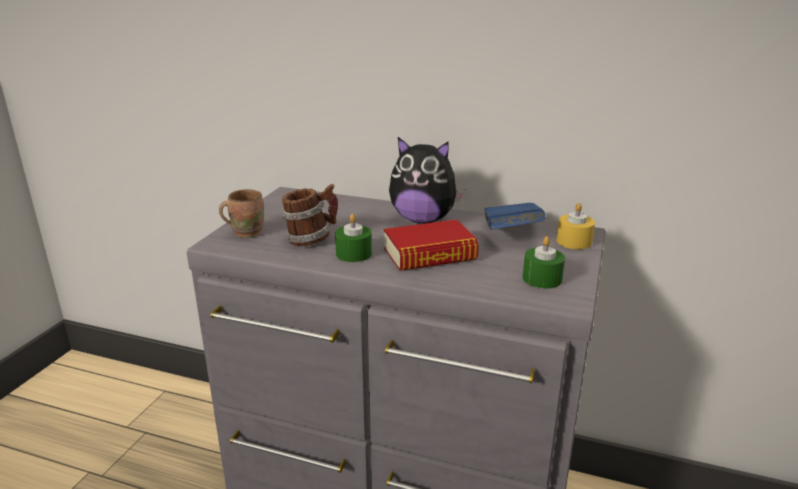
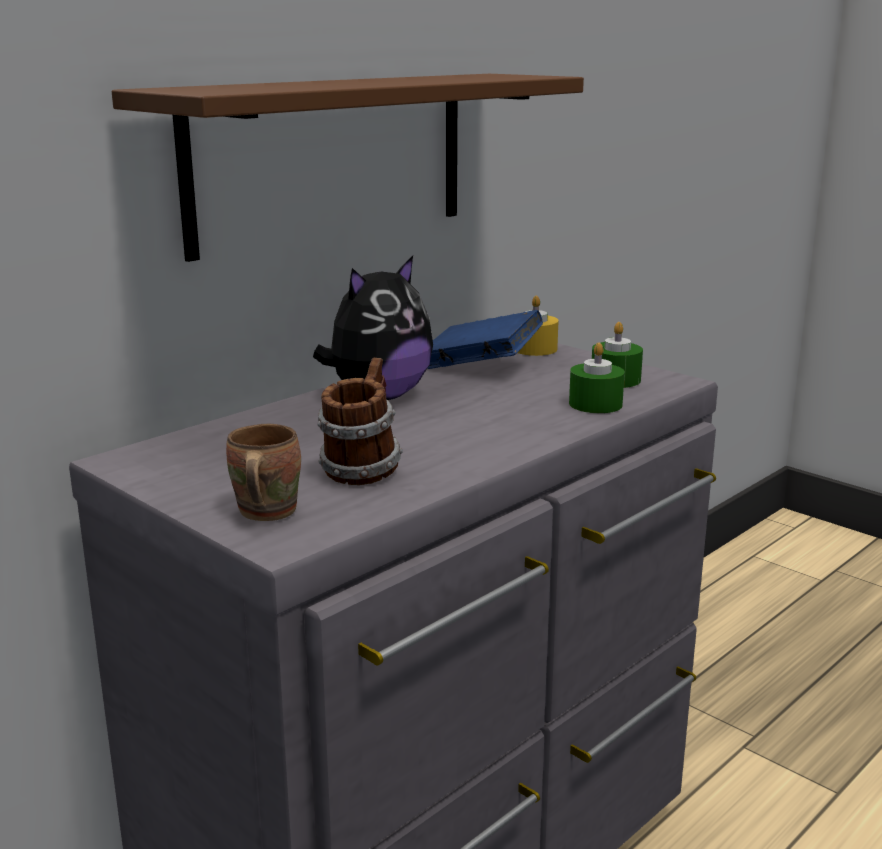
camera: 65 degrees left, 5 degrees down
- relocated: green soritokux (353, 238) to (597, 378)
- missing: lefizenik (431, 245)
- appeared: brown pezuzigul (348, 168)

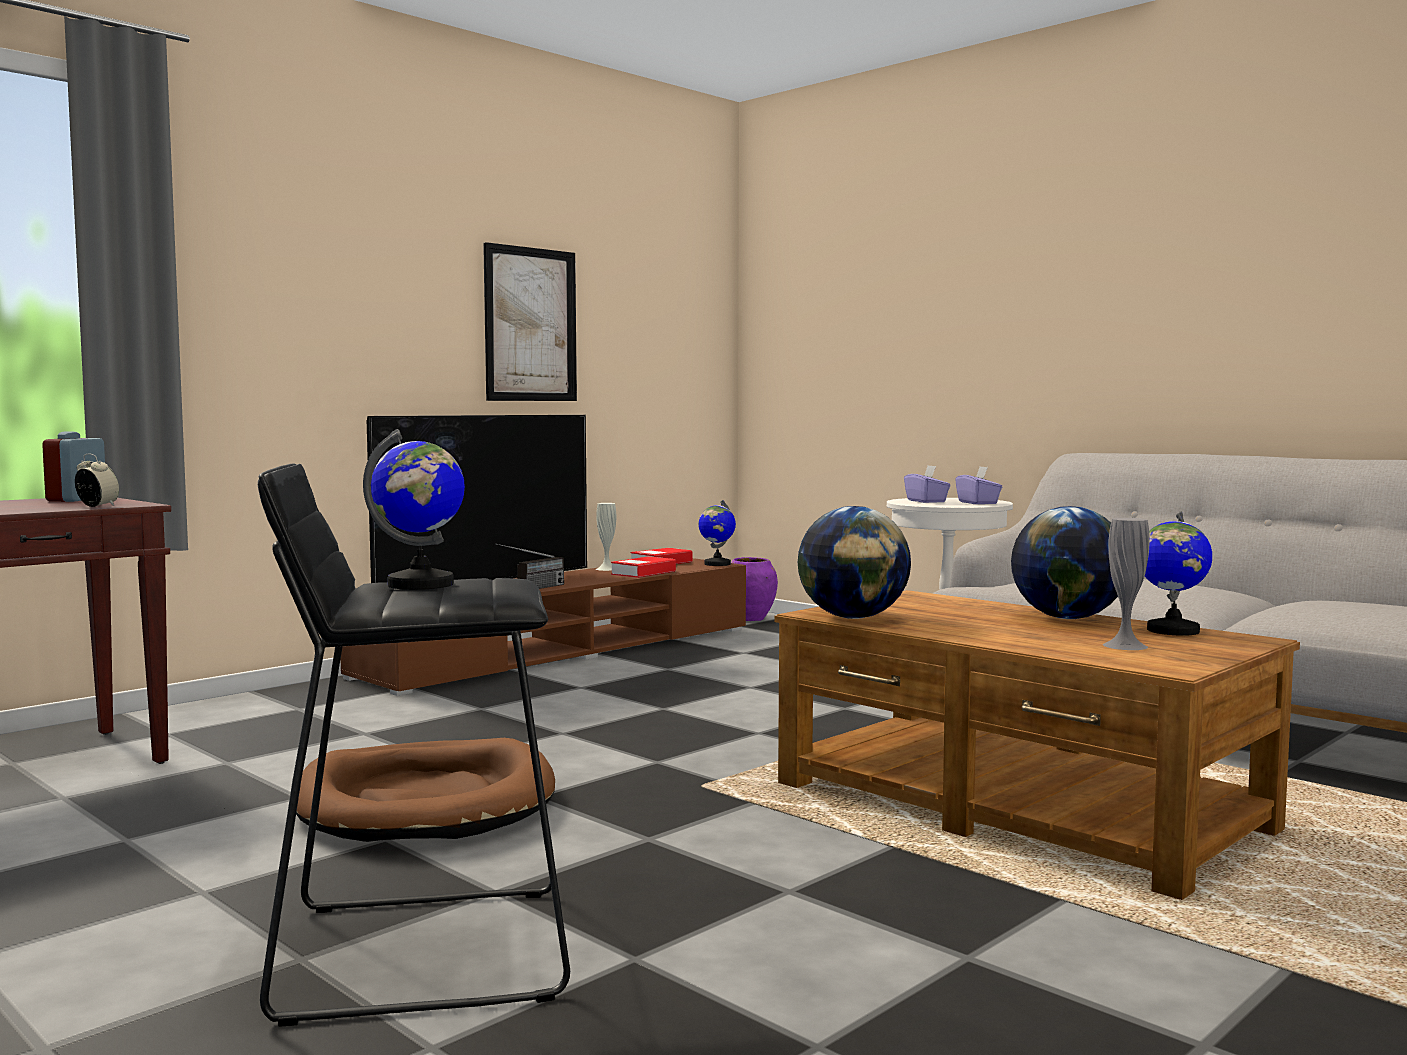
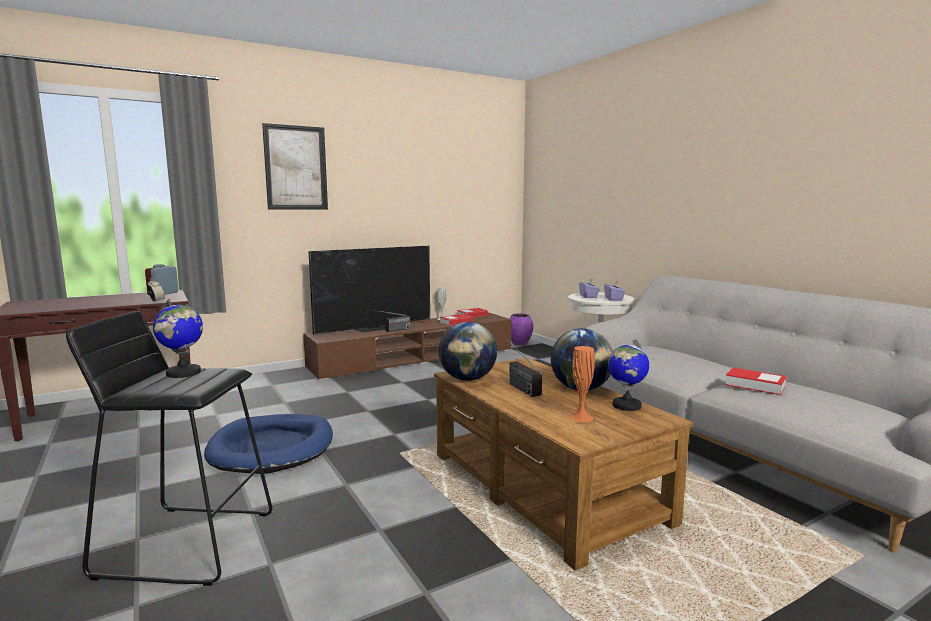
camera: 15 degrees right, 5 degrees up
- colour: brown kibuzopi (425, 790) to blue kibuzopi (268, 444)
- relocated: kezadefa (530, 321) to (295, 166)
- missing: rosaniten (717, 533)
- colour: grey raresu (1126, 584) to orange raresu (582, 384)
- appeared: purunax (524, 368)
- appeared: lefizenik (756, 381)

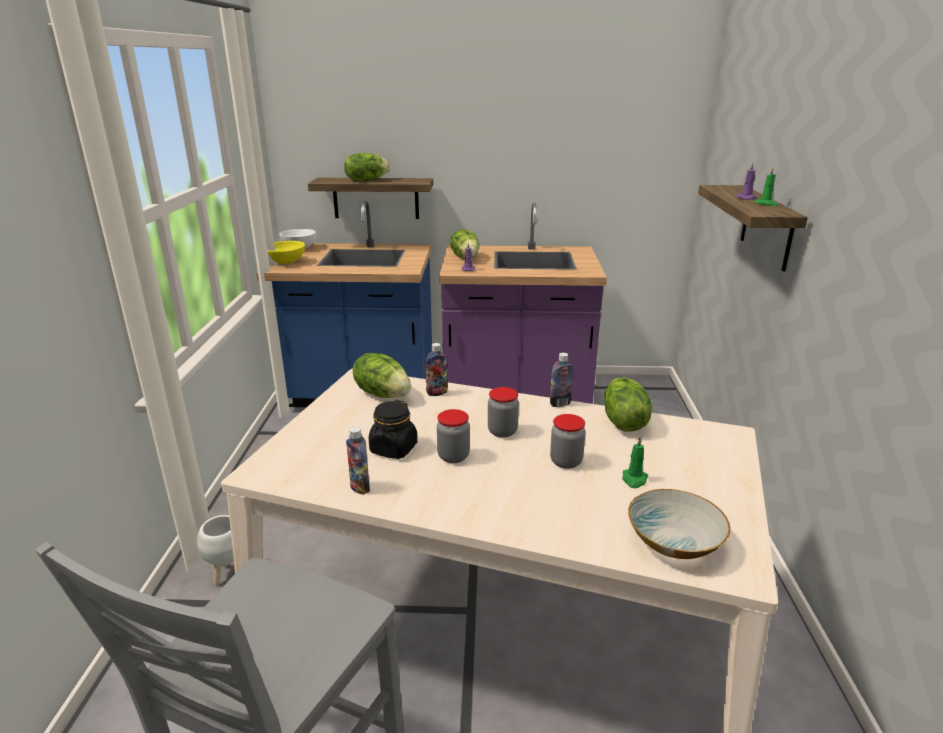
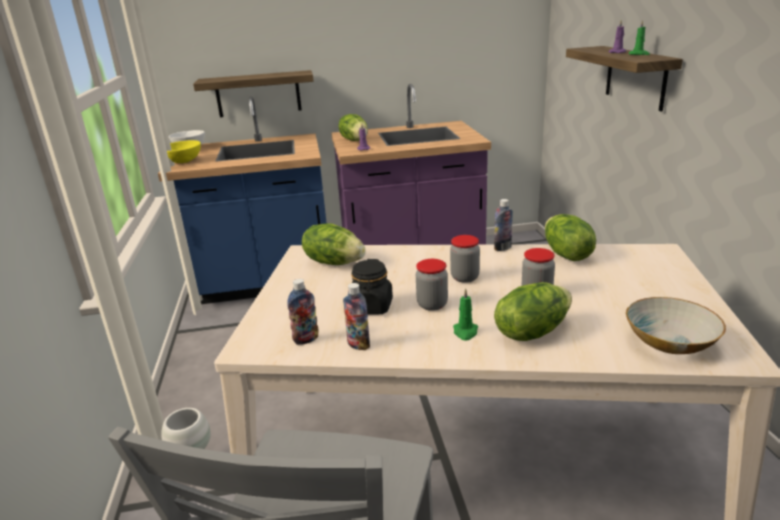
camera: 10 degrees left, 0 degrees up
- relocated: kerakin (367, 167) to (533, 311)
- relocated: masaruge (436, 369) to (302, 312)
- relocated: green soritokux (635, 462) to (465, 314)

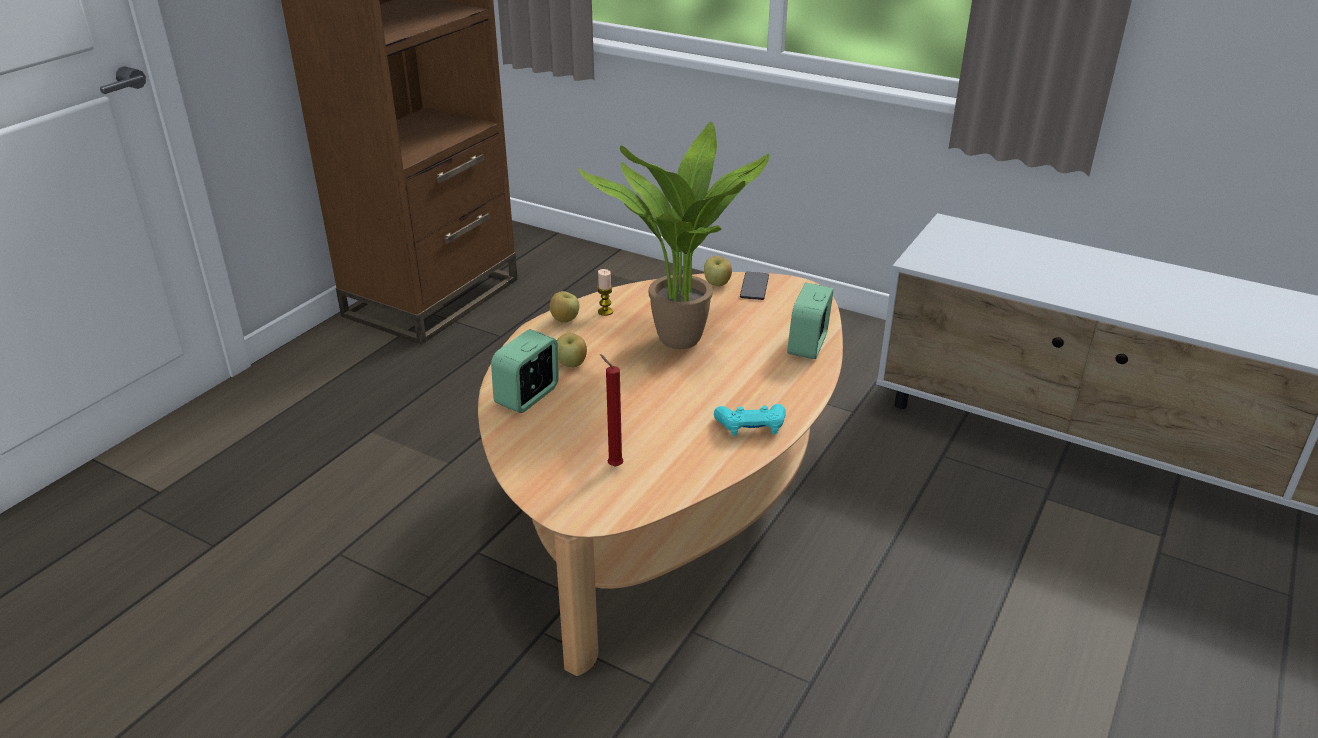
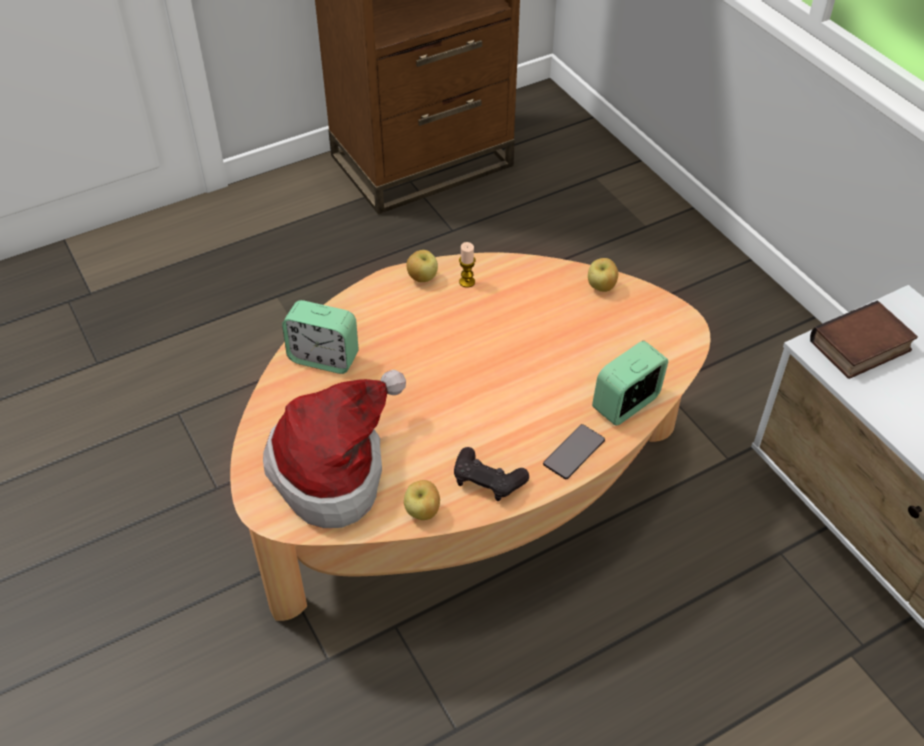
camera: 30 degrees right, 15 degrees up
- spun: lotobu (525, 371) = (320, 337) 135 degrees counterclockwise
- relocated: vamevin (572, 350) to (422, 500)
- missing: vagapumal (674, 235)
- exchanged: red soritokux (611, 410) to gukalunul (334, 449)
- colour: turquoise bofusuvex (750, 420) to black bofusuvex (491, 474)
- relocated: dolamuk (754, 286) to (574, 451)
- appeared: lefizenik (864, 339)

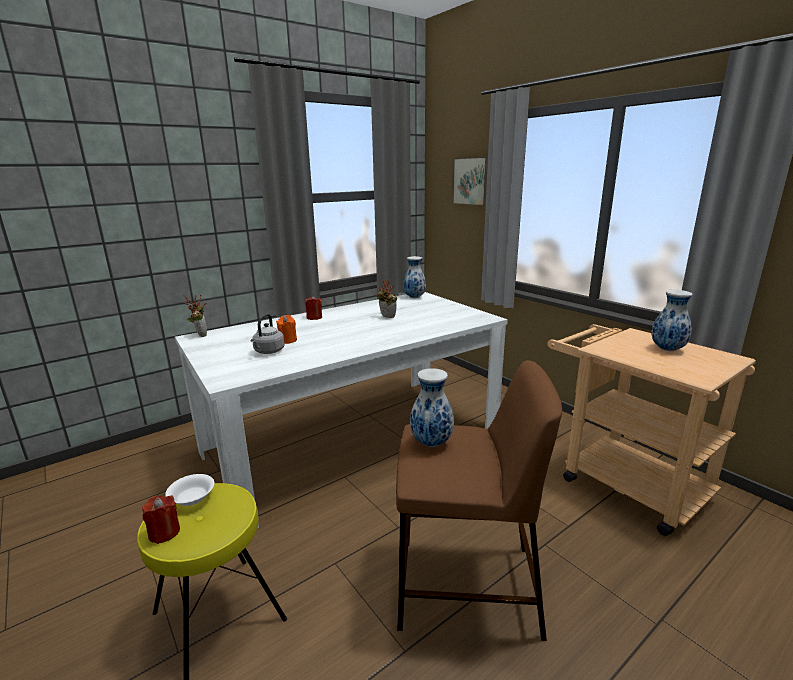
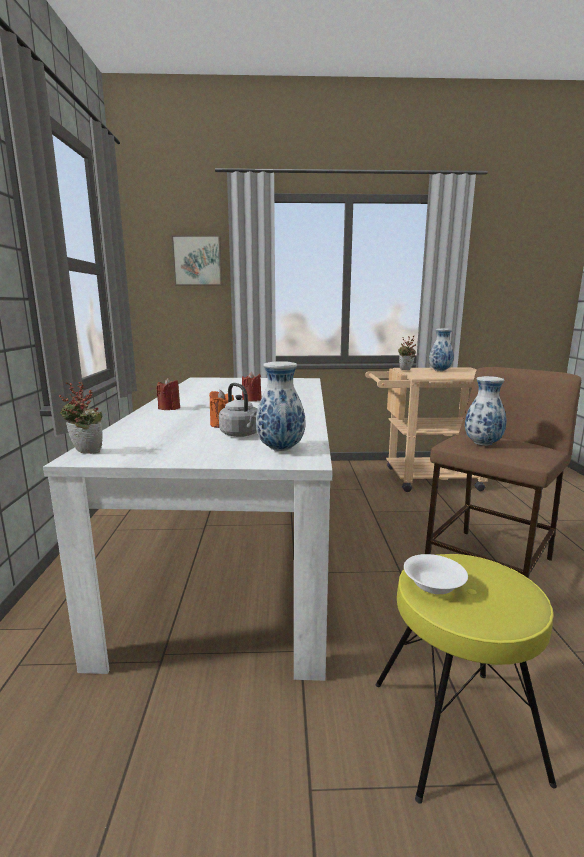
camera: 55 degrees left, 5 degrees down
- relocated: red soritokux (161, 519) to (251, 387)
- relocated: vagapumal (386, 299) to (407, 353)
- relocated: raresu (414, 277) to (280, 406)

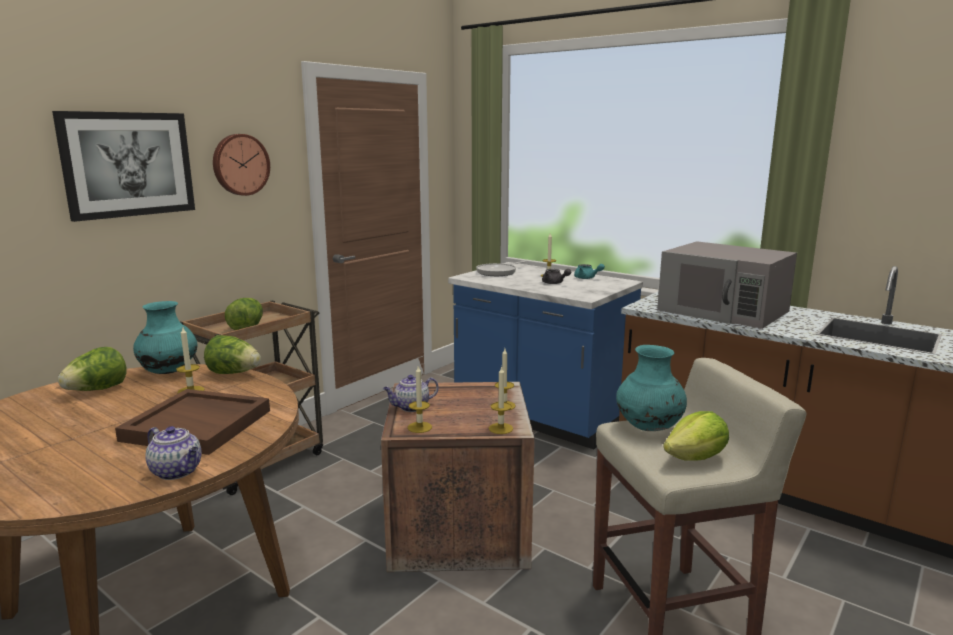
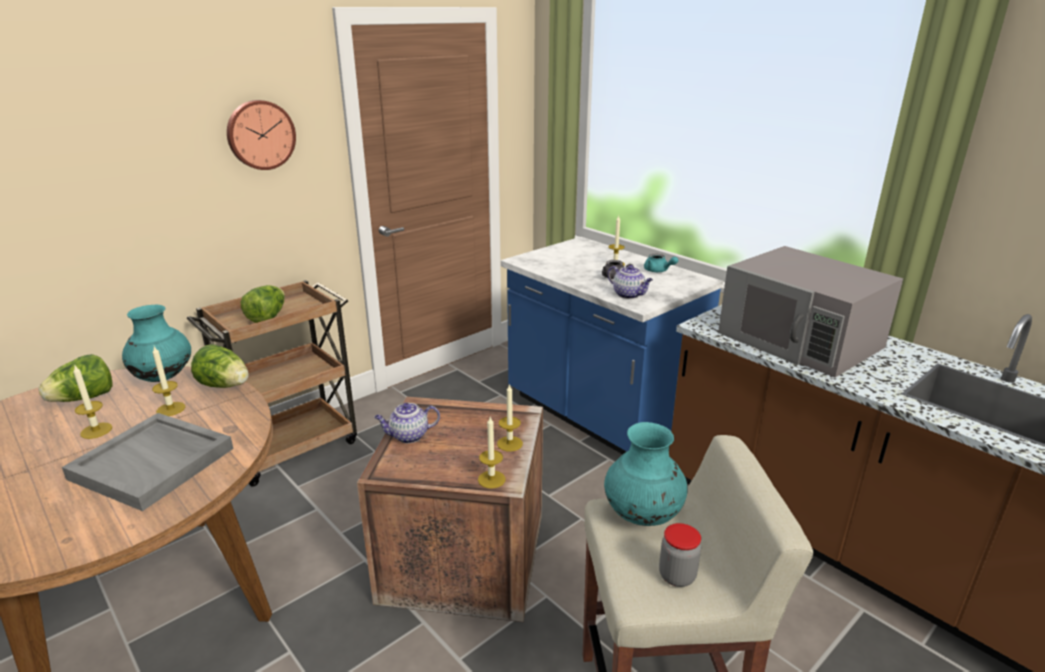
camera: 10 degrees right, 10 degrees up
- missing: kezadefa (123, 166)
- colour: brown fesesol (192, 422) to grey fesesol (148, 462)
- relocated: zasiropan (174, 453) to (630, 282)
- relocated: soritokux (420, 399) to (92, 401)
- missing: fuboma (501, 268)
- exchanged: kerakin (696, 436) to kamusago (680, 555)

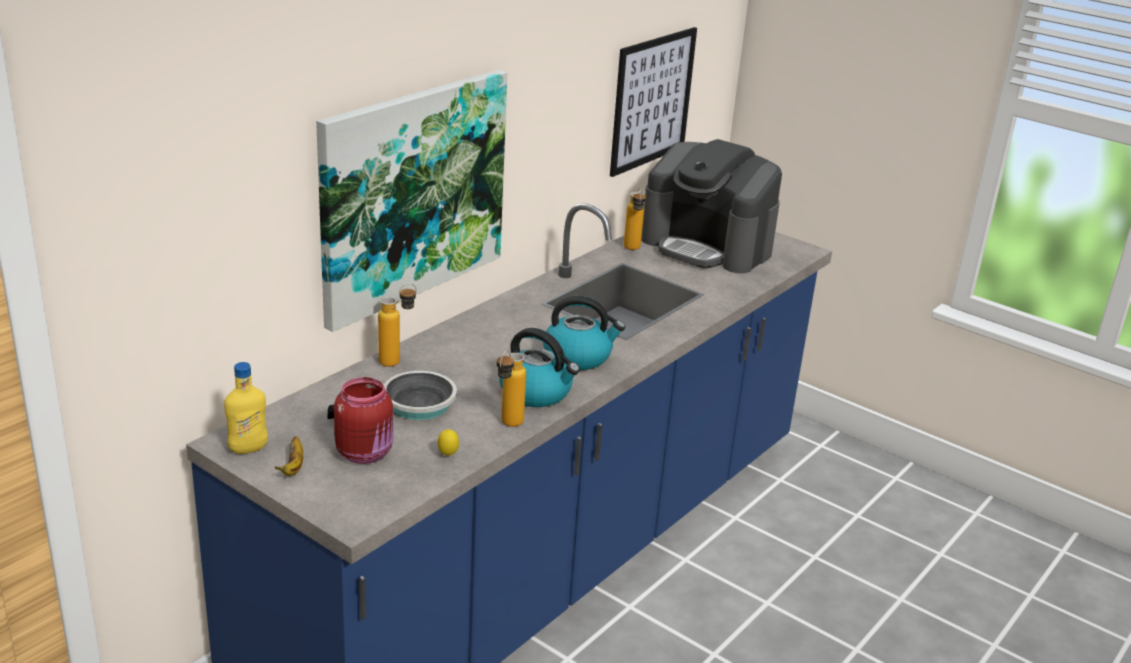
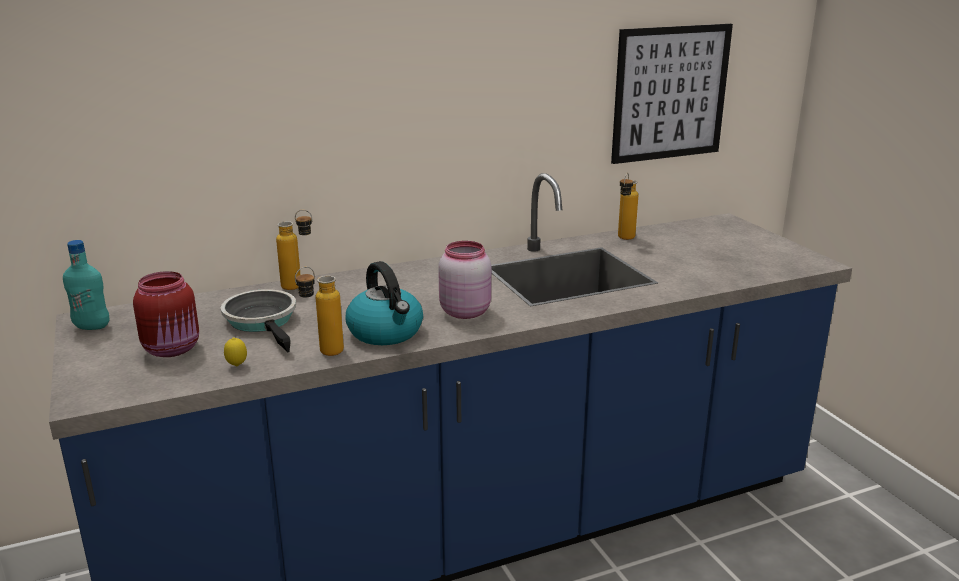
camera: 30 degrees right, 5 degrees down
- colour: yellow masaruge (246, 408) to turquoise masaruge (86, 285)
- missing: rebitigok (289, 456)
- missing: kezadefa (411, 201)
- spun: fuboma (392, 395) = (258, 320) 120 degrees counterclockwise
- exchanged: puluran (584, 333) to pink kamusago (464, 280)
- missing: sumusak (711, 206)

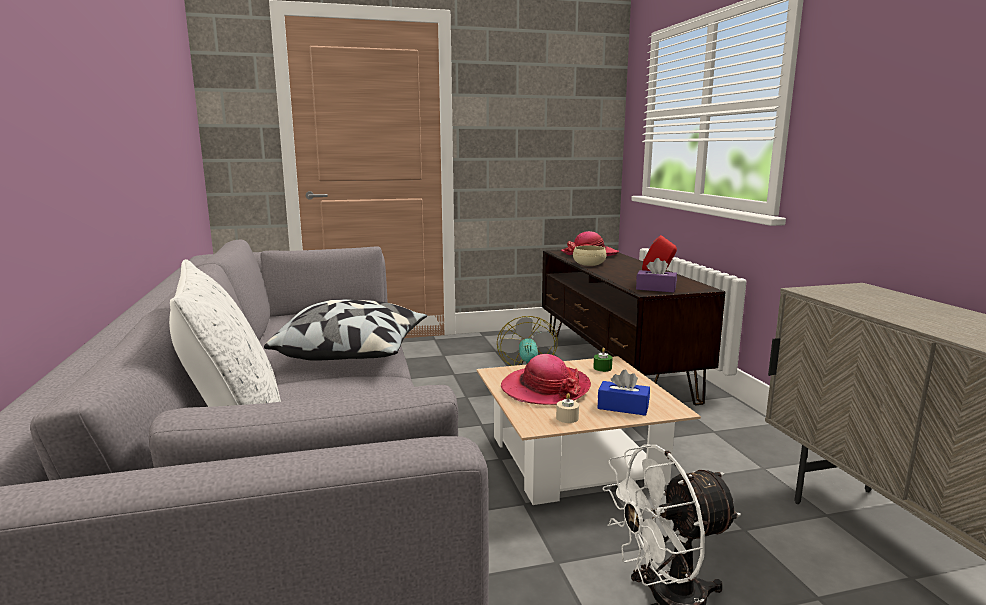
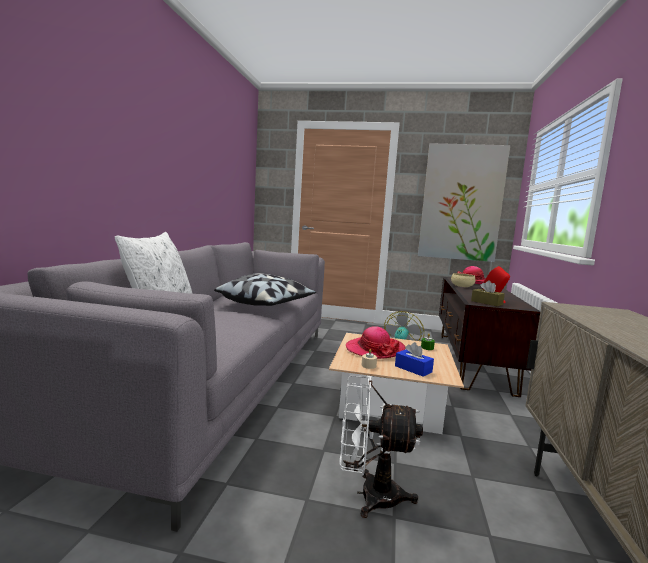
camera: 25 degrees right, 5 degrees down
- colour: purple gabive (656, 275) to brown gabive (488, 293)
- appeared: kezadefa (464, 202)

